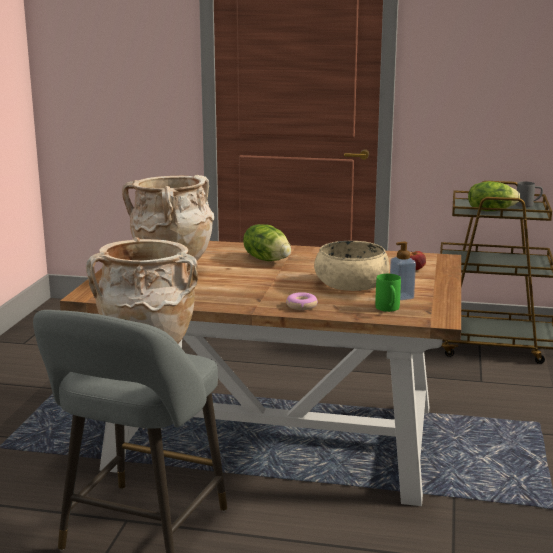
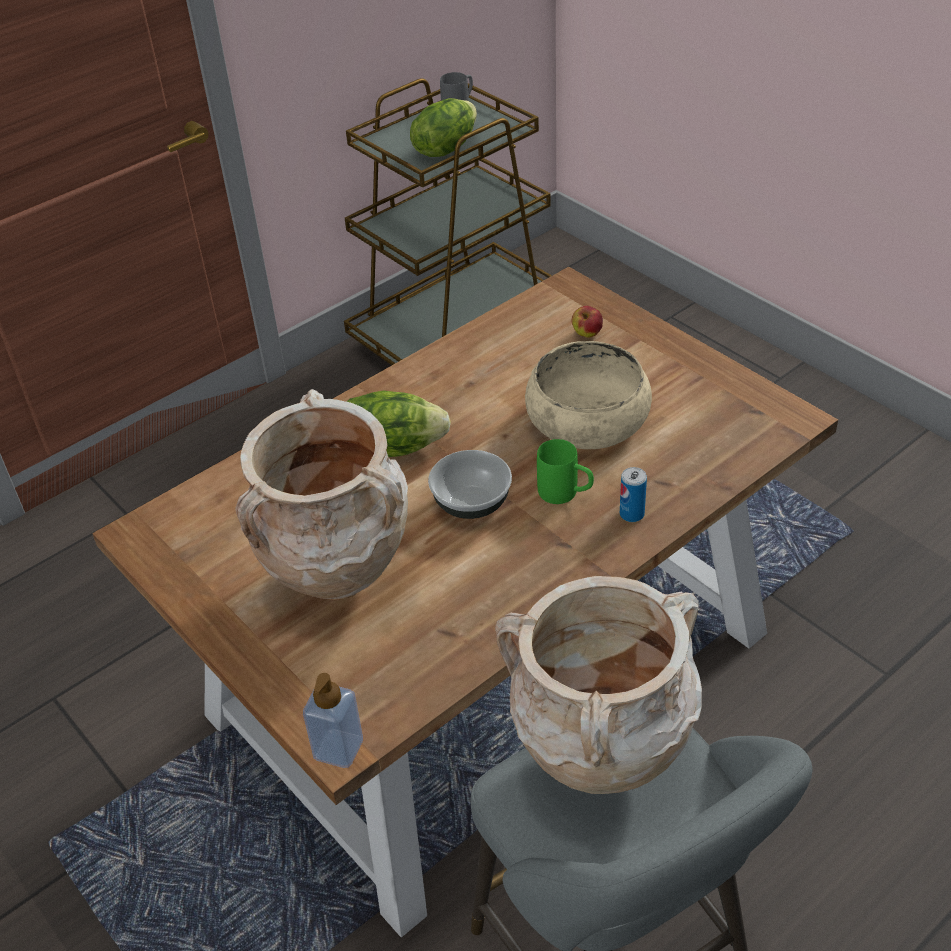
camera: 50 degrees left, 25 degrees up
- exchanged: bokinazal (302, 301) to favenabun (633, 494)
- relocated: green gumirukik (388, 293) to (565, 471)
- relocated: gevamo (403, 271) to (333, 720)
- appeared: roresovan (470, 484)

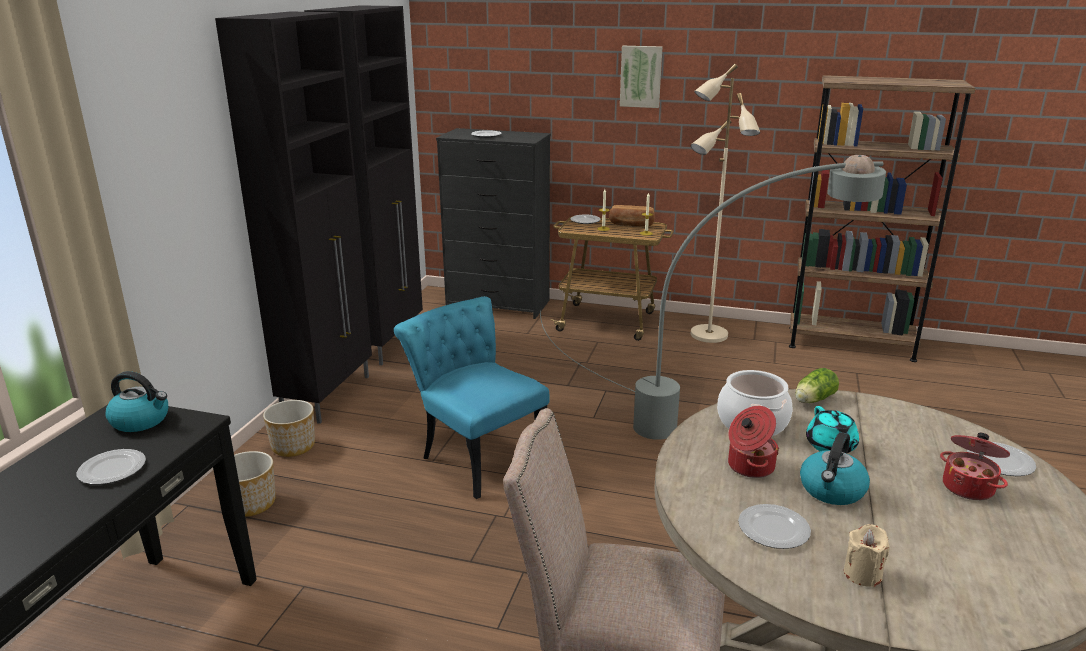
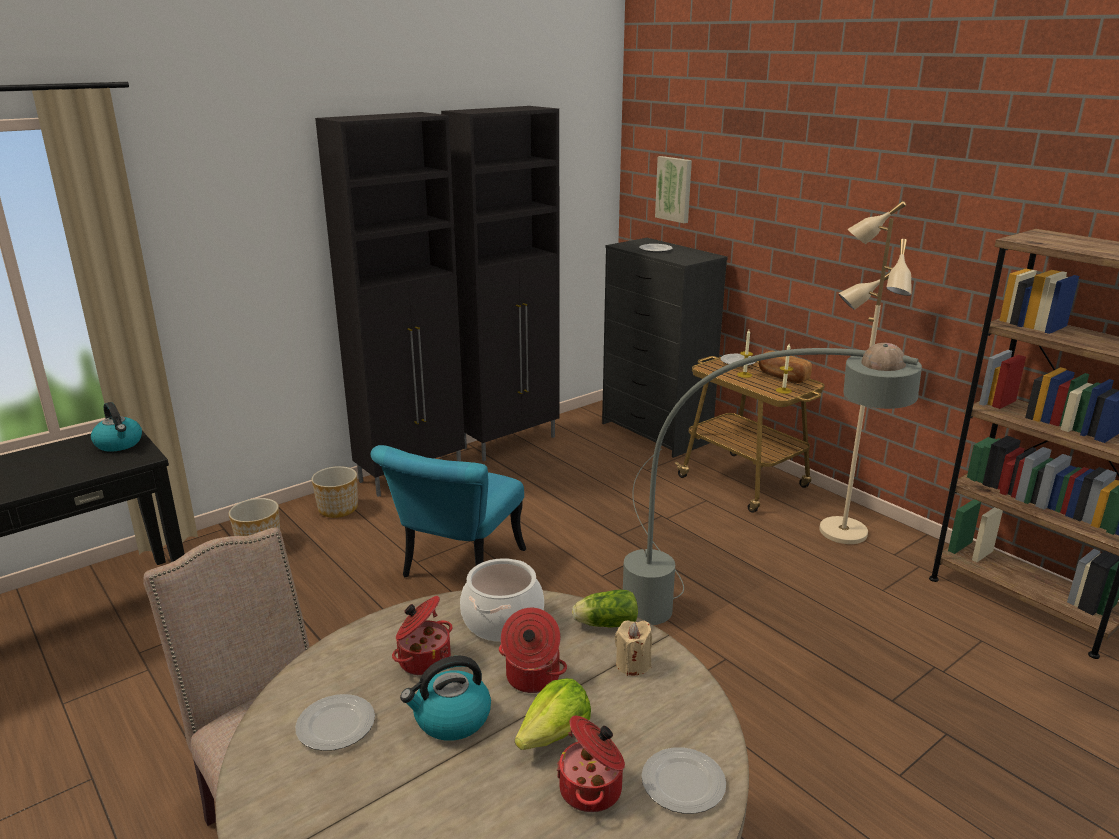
camera: 35 degrees right, 0 degrees up
- missing: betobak (111, 467)
- spun: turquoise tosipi (471, 398) = (448, 511) 150 degrees counterclockwise
- relocated: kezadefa (641, 77) to (673, 189)
- exchanged: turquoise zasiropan (832, 429) to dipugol (533, 650)
- relocated: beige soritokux (867, 555) to (633, 648)
- appeared: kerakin (553, 714)

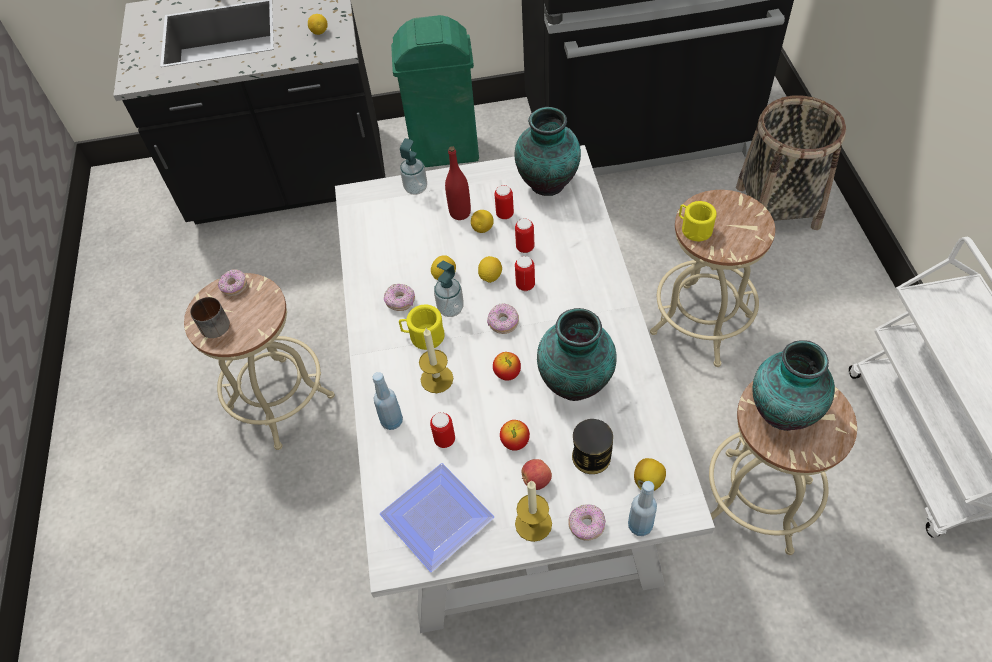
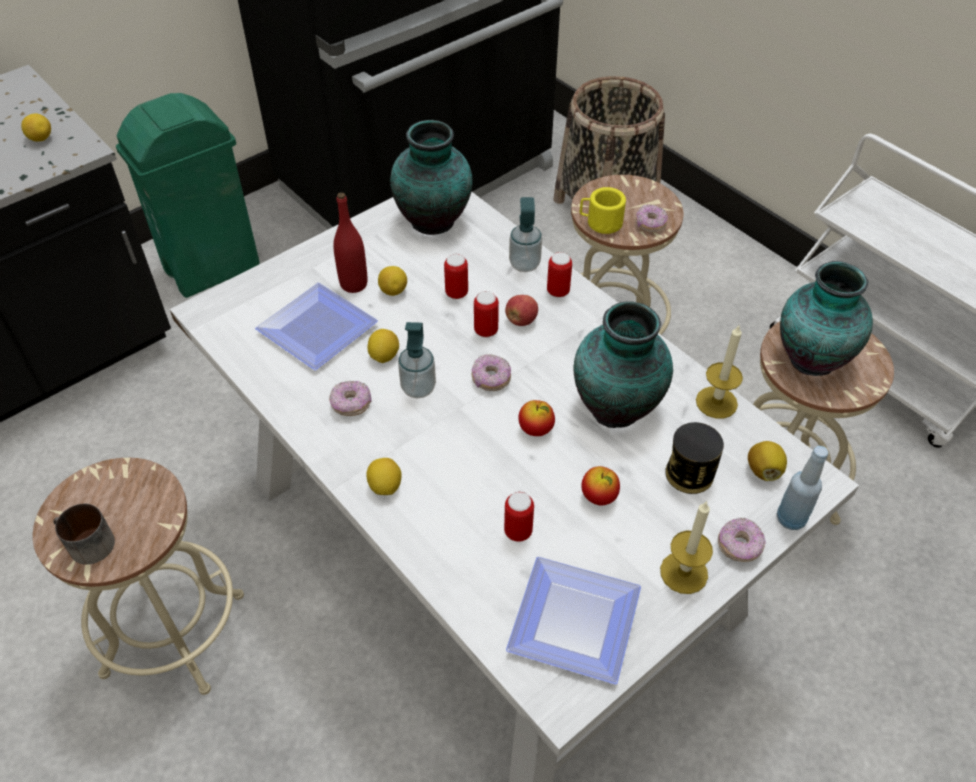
camera: 35 degrees left, 5 degrees down
- relocated: bokinazal (232, 282) to (651, 218)
- missing: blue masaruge (388, 401)
- missing: yellow gumirukik (422, 327)
- relocated: gevamo (413, 166) to (525, 234)
- relocated: soritokux (436, 360) to (719, 371)
- relocated: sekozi (490, 269) to (384, 476)
- relocated: favenabun (504, 202) to (559, 274)
- relocated: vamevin (537, 474) to (521, 310)
- appeared: betobak (316, 326)

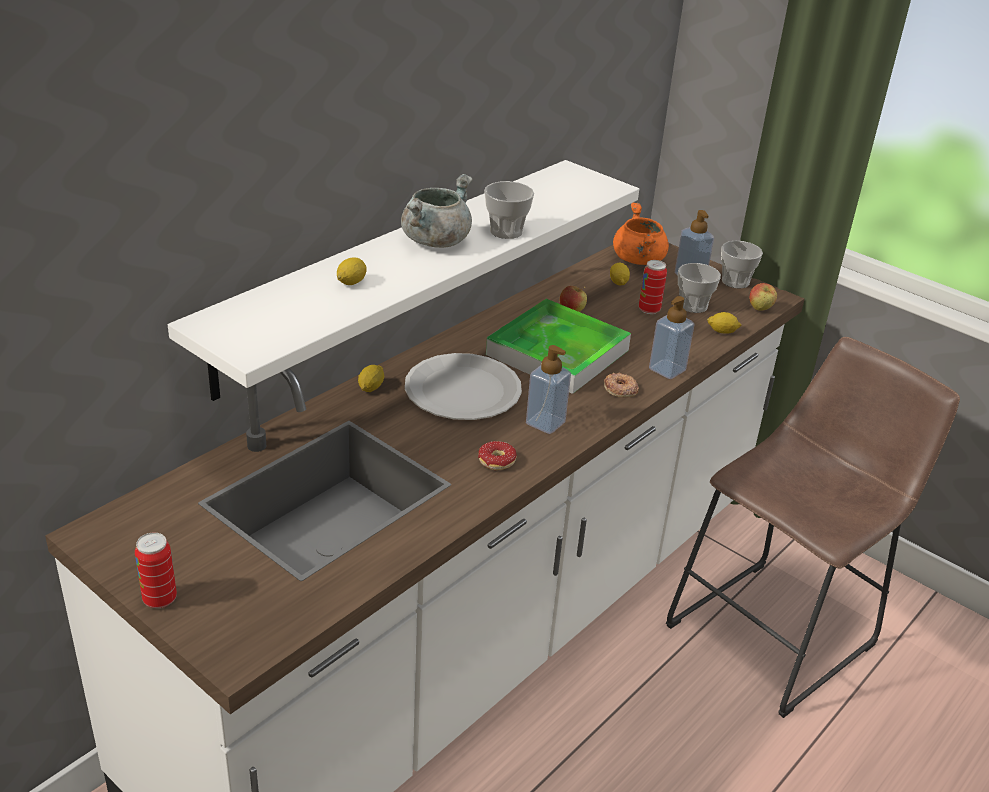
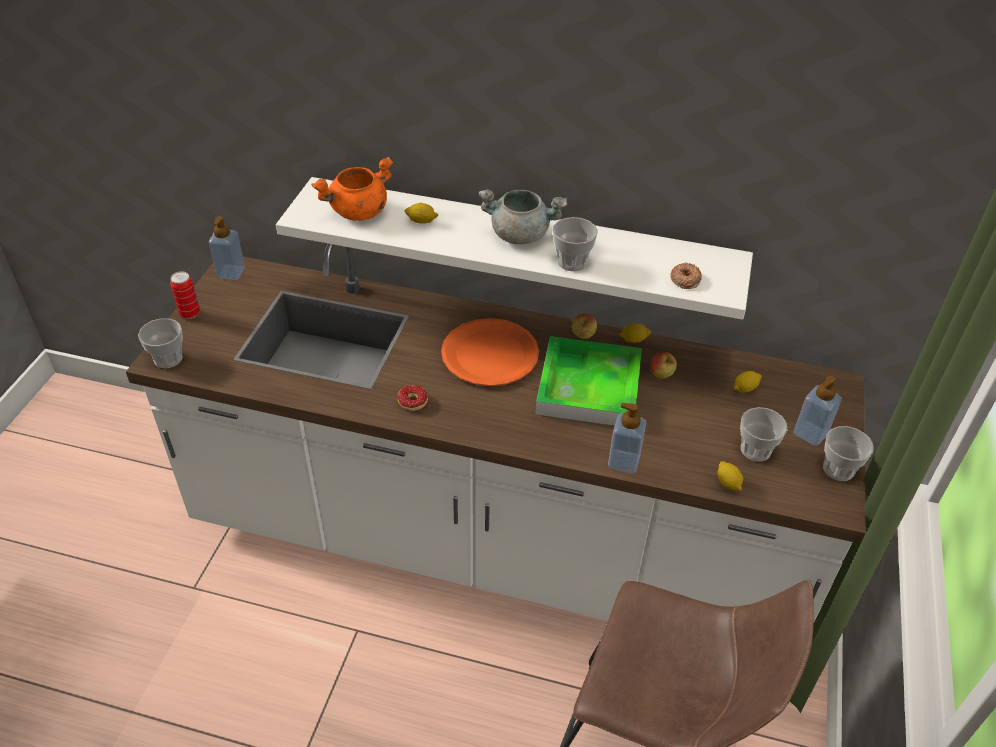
camera: 65 degrees right, 10 degrees up
- relocated: sekozi (371, 378) to (635, 333)
- colour: white betobak (463, 386) to orange betobak (490, 352)
- relocated: gevamo (548, 389) to (227, 248)
- relocated: bokinazal (621, 384) to (686, 275)
- relocated: orange dipugol (641, 234) to (352, 189)
- missing: favenabun (653, 287)
- relocated: vamevin (763, 297) to (584, 326)
- appeared: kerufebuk (160, 343)

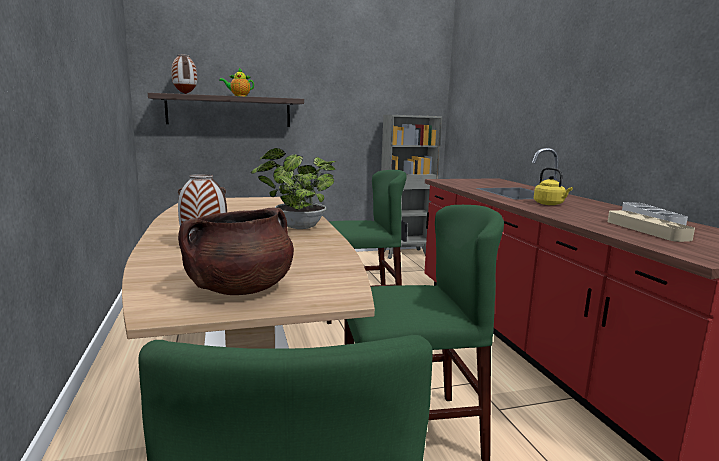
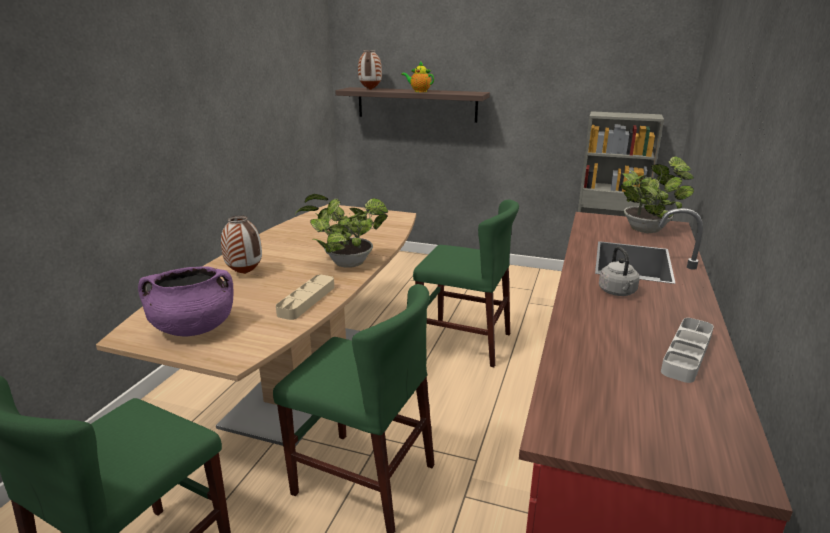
camera: 35 degrees right, 10 degrees up
- colour: brown dipugol (236, 251) to purple dipugol (185, 301)
- colour: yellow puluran (553, 186) to grey puluran (619, 271)
- relocated: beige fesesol (651, 226) to (305, 297)
- appeared: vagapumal (657, 194)

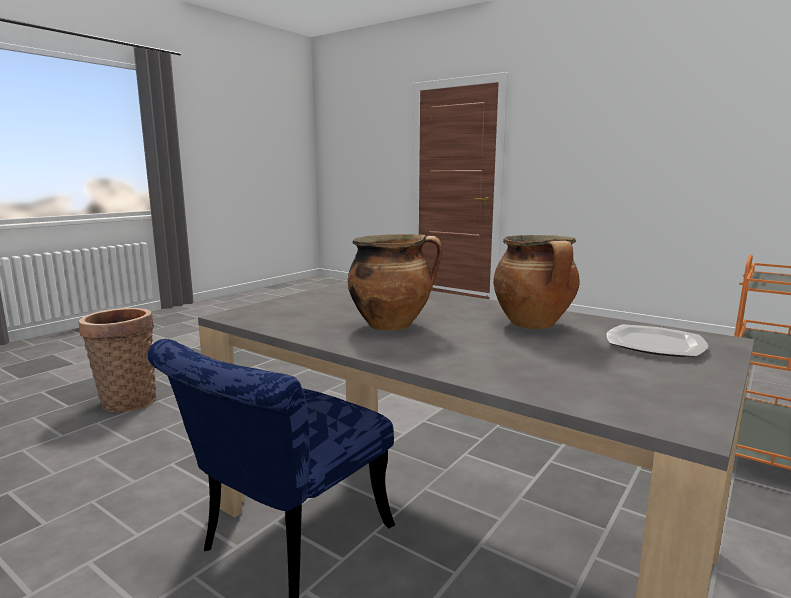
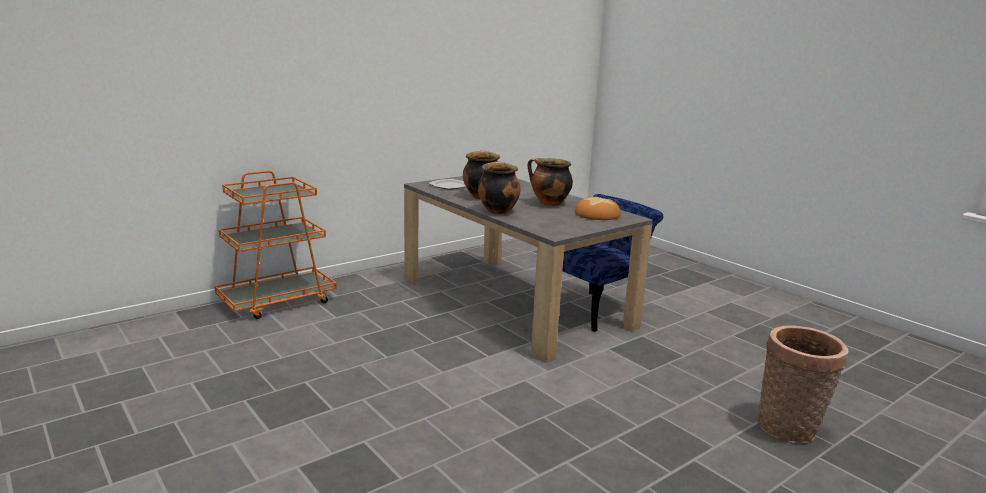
camera: 165 degrees left, 5 degrees up
- appeared: dipugol (499, 188)
- appeared: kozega (598, 208)

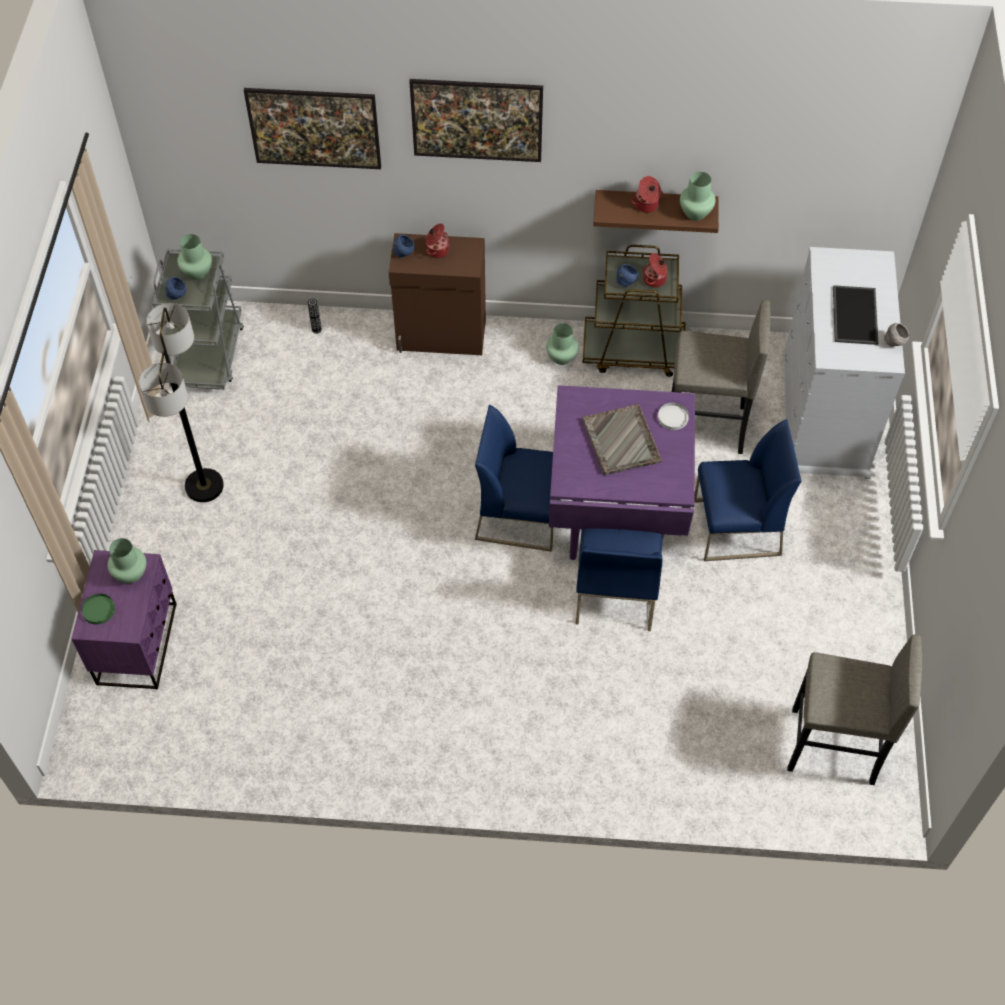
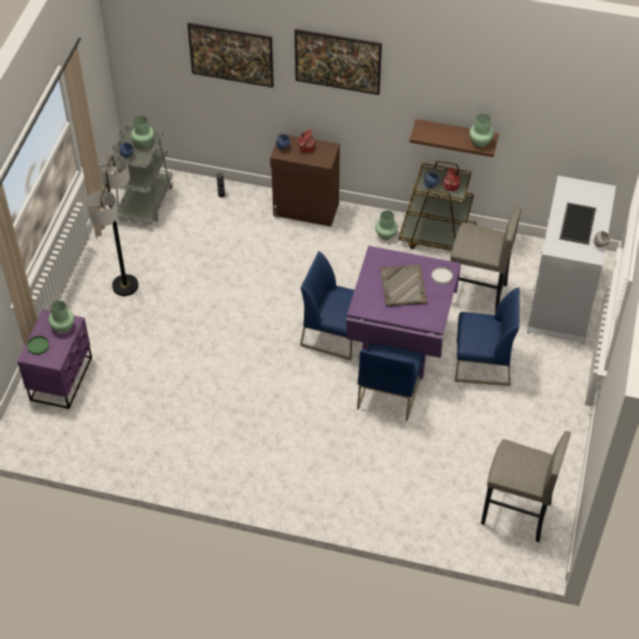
camera: 10 degrees right, 5 degrees down
- missing: dipugol (647, 194)

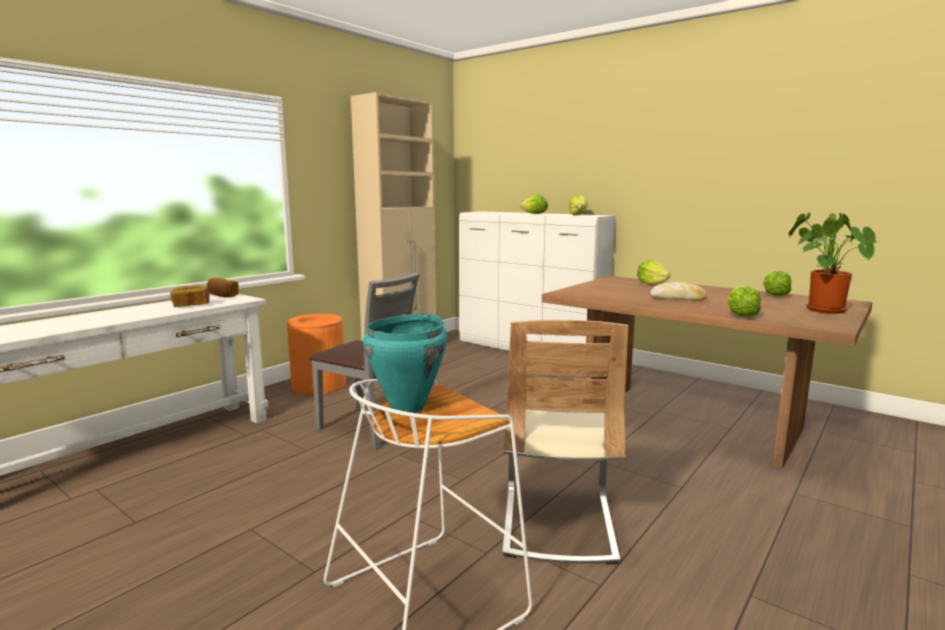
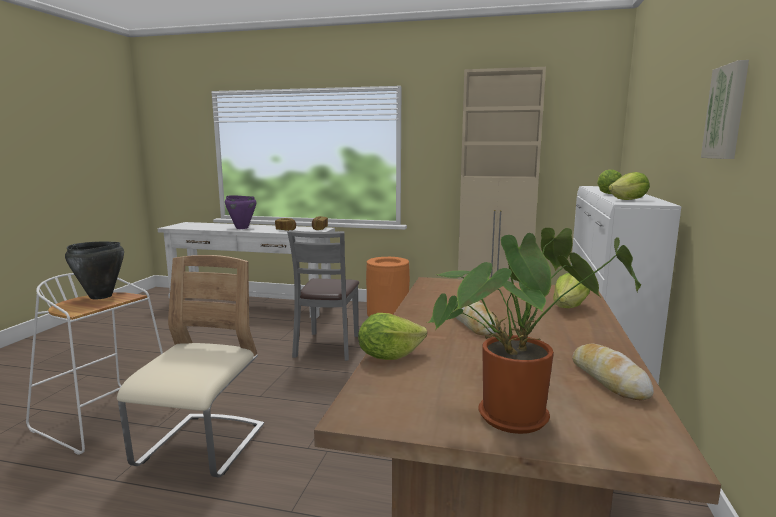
camera: 65 degrees right, 0 degrees up
- colour: turquoise dipugol (405, 363) to black dipugol (94, 270)
- spun: beige tosipi (565, 442) = (190, 366) 120 degrees clockwise
- exchanged: kerakin (777, 283) to kozega (613, 372)
- appeared: purple dipugol (240, 212)
- appeared: kezadefa (725, 109)

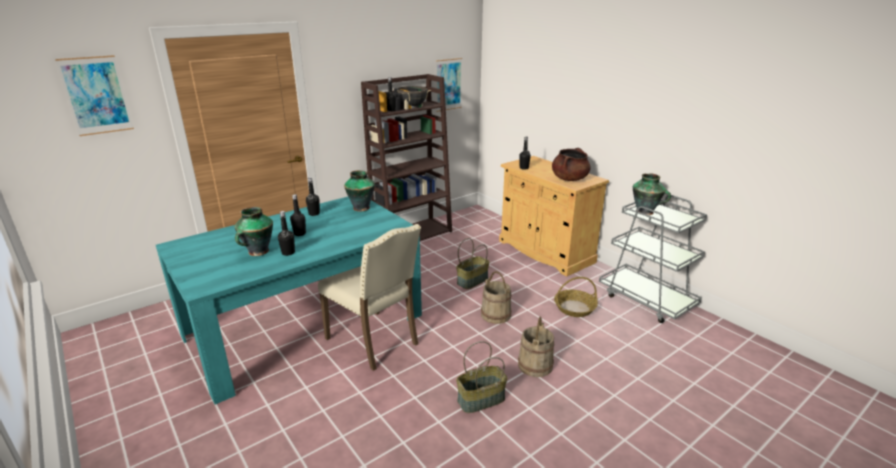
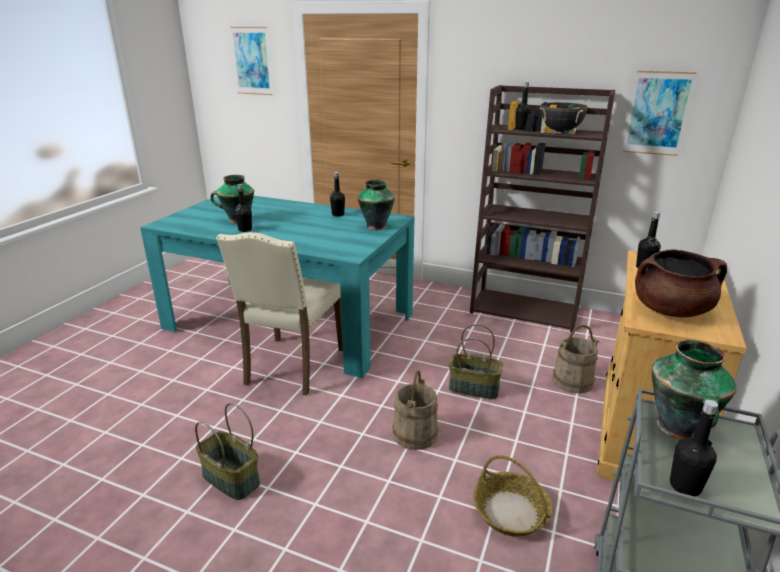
camera: 60 degrees right, 0 degrees up
- relocated: black masaruge (298, 215) to (694, 448)
- relocated: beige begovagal (536, 347) to (576, 359)

